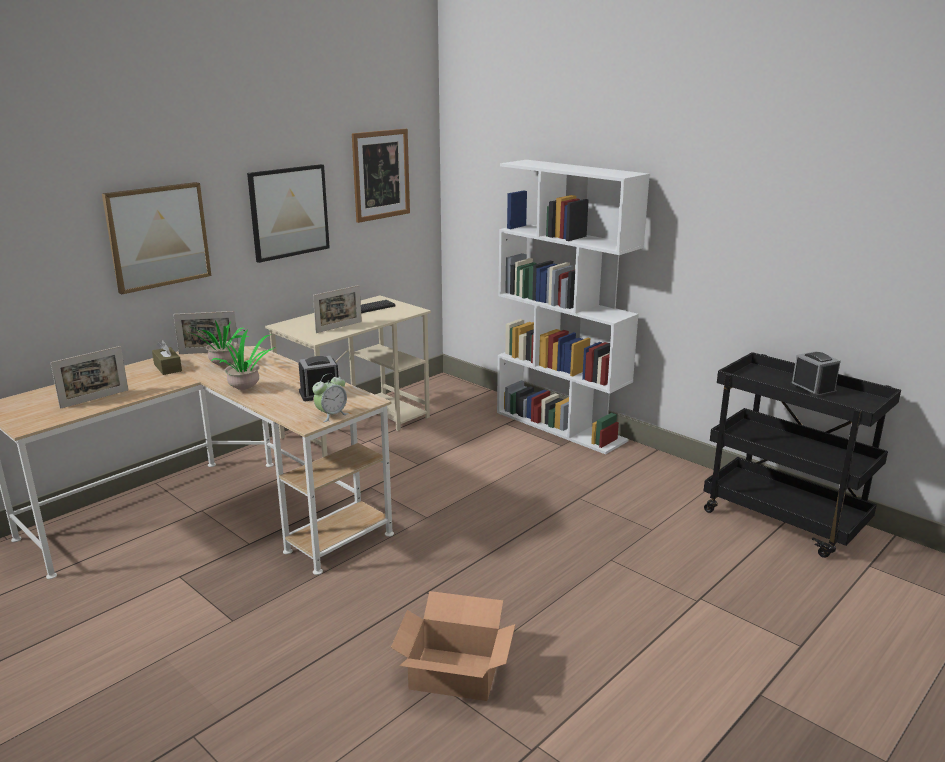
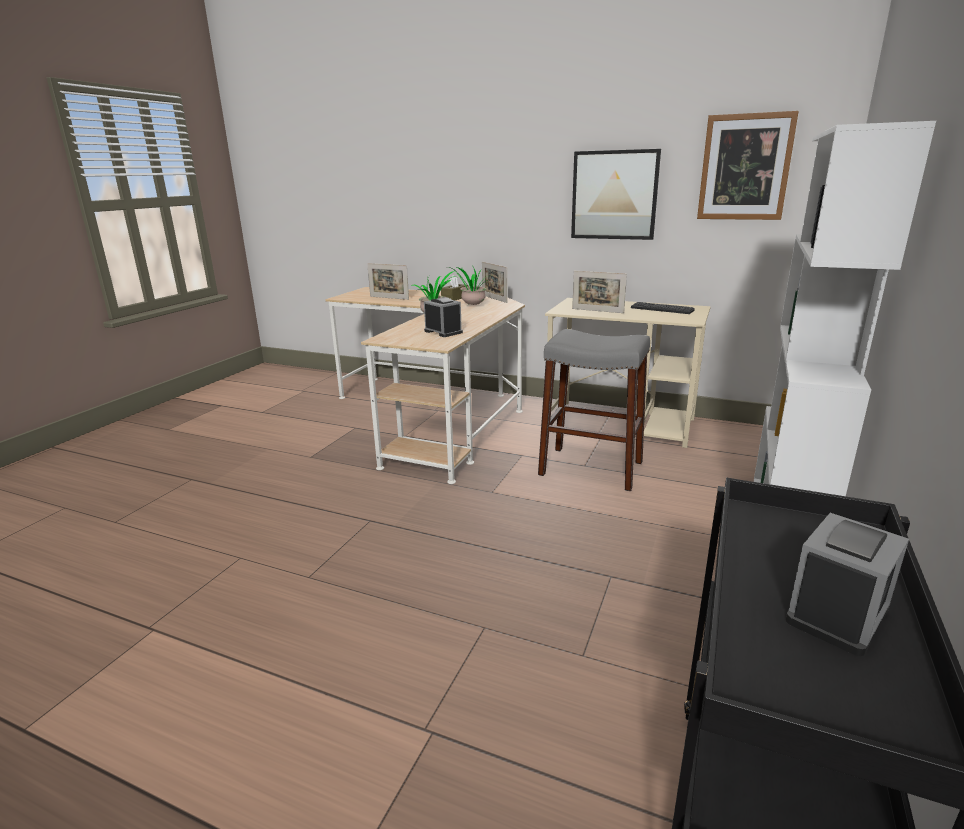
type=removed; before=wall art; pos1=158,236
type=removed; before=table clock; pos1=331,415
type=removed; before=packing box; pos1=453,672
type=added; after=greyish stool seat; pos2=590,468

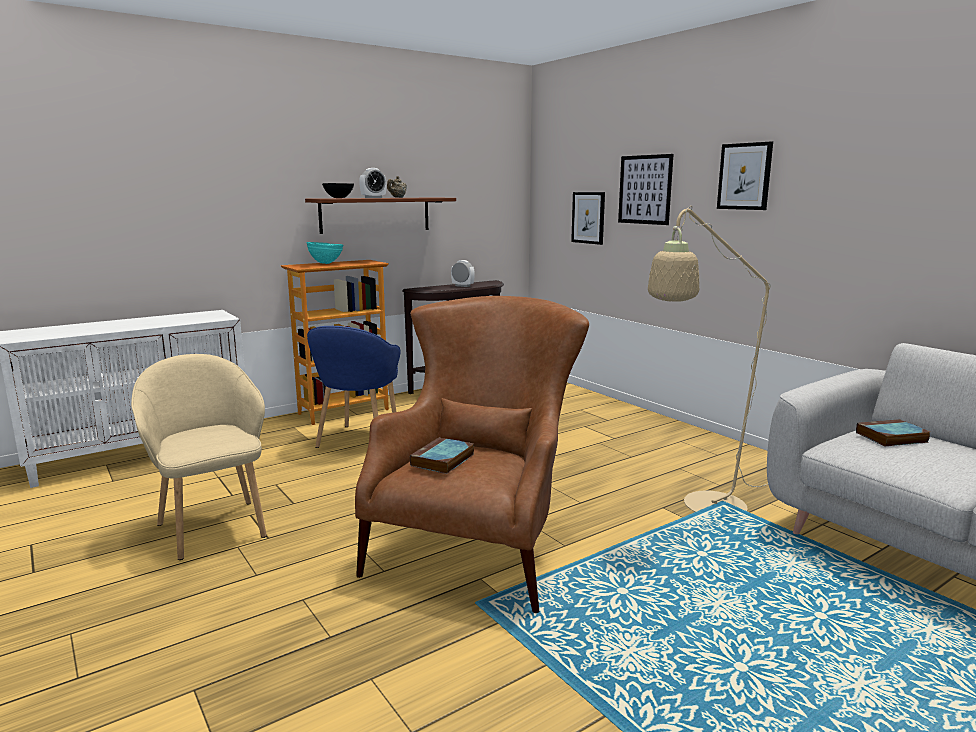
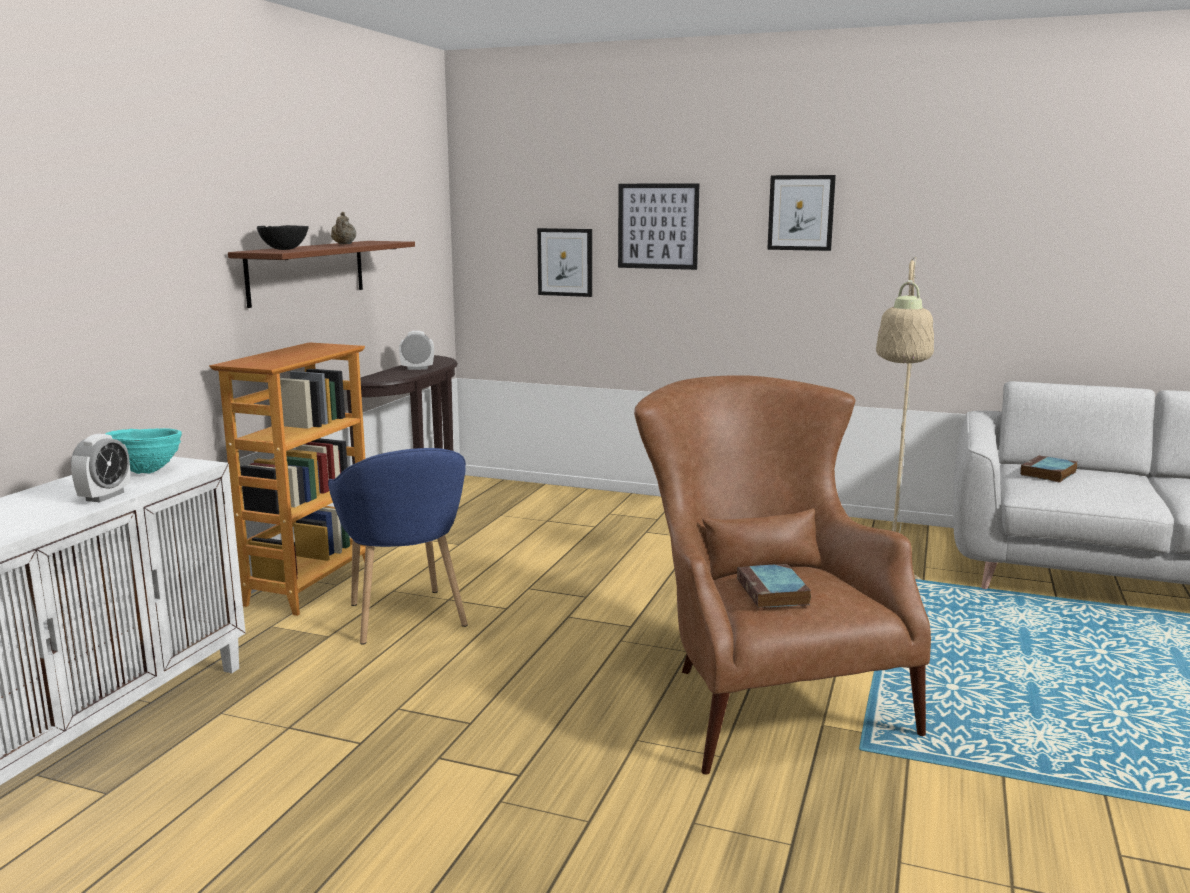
type=removed; before=beige-coloured easy chair; pos1=213,527
type=moved; before=turquoise deep dish; pos1=326,263; pos2=147,472
type=moved; before=table clock; pos1=373,198; pos2=105,496

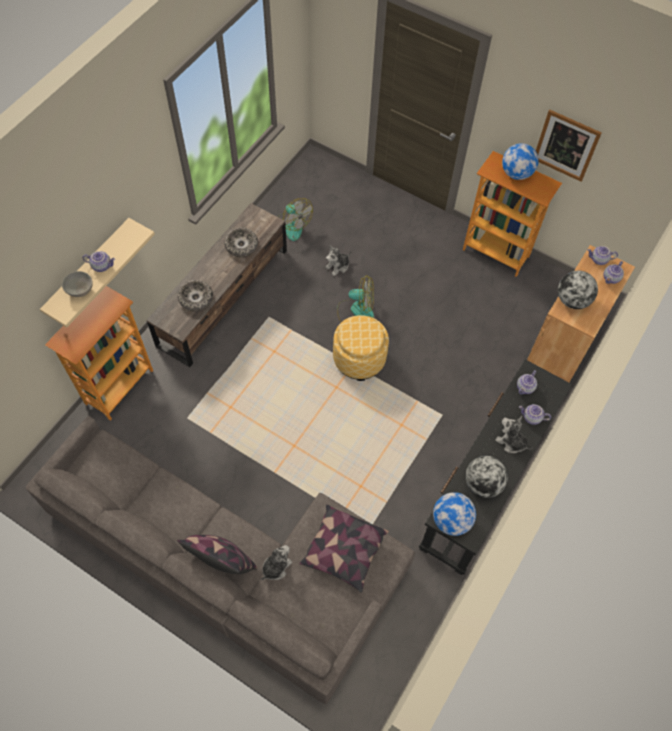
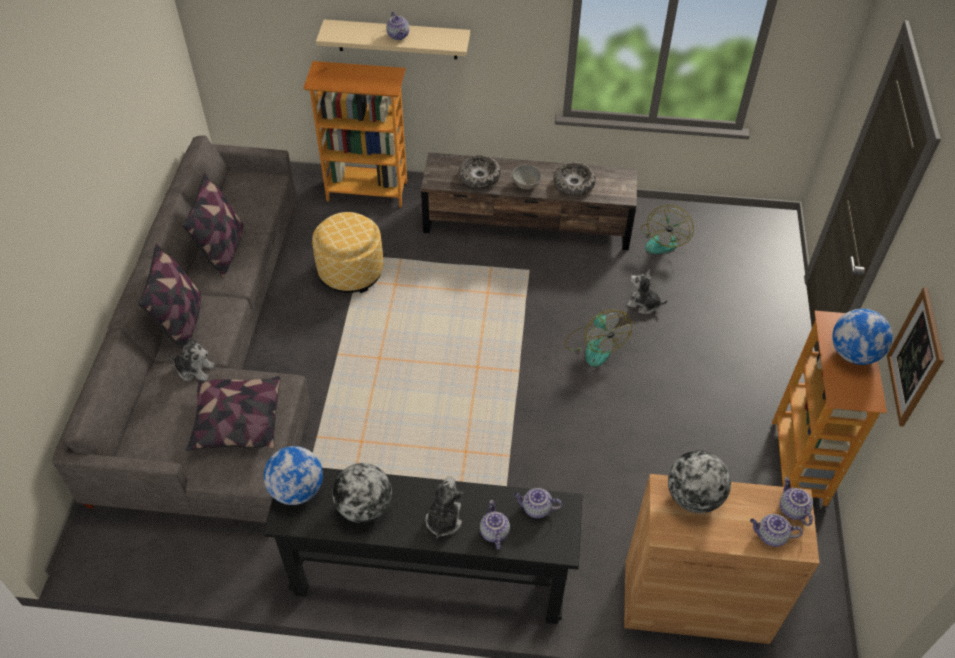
type=added; after=throw pillow; pos2=223,250
type=moved; before=greyish deep dish; pos1=80,290; pos2=526,184
type=moved; before=pouffe; pos1=359,359; pos2=351,271

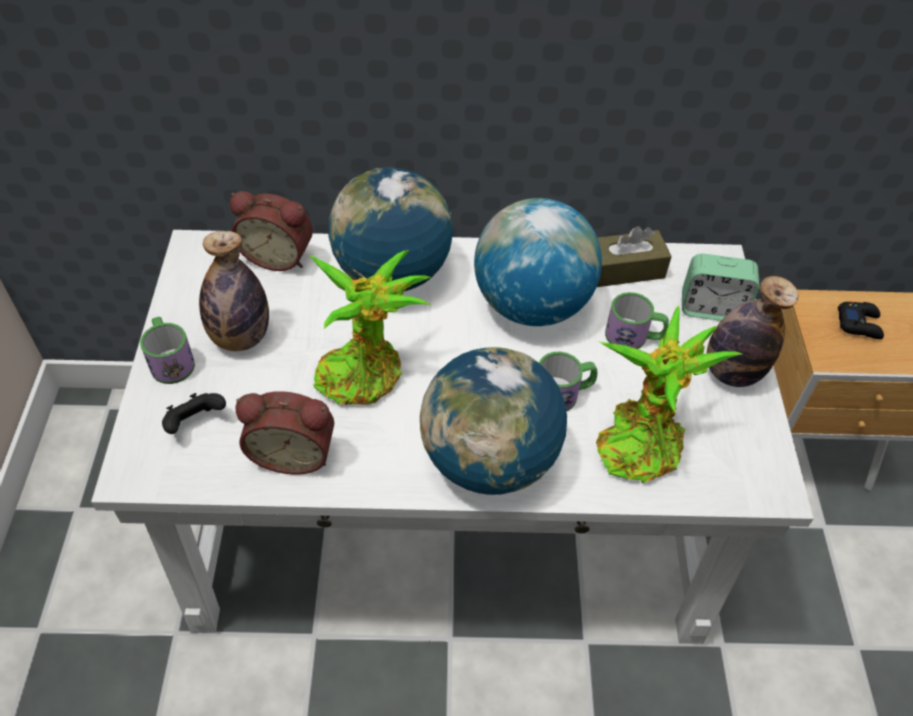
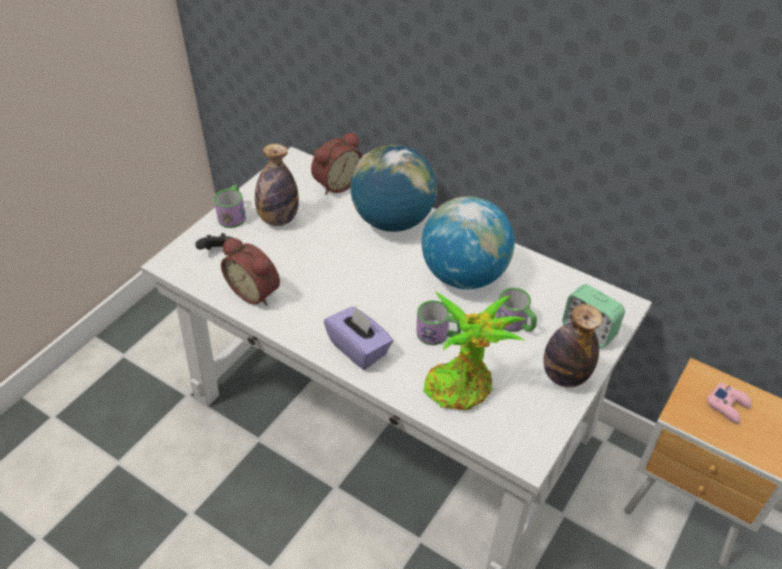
type=removed; before=houseplant; pos1=365,372
type=removed; before=brown-coloured tissue box; pos1=625,269
type=replaced; before=desk globe; after=purplish tissue box; pos1=489,460; pos2=359,348
type=recoloured; before=black gamepad; after=pink gamepad; pos1=859,324; pos2=728,405
type=turned; before=table clock; pos1=278,255; pos2=336,183; turn=-90

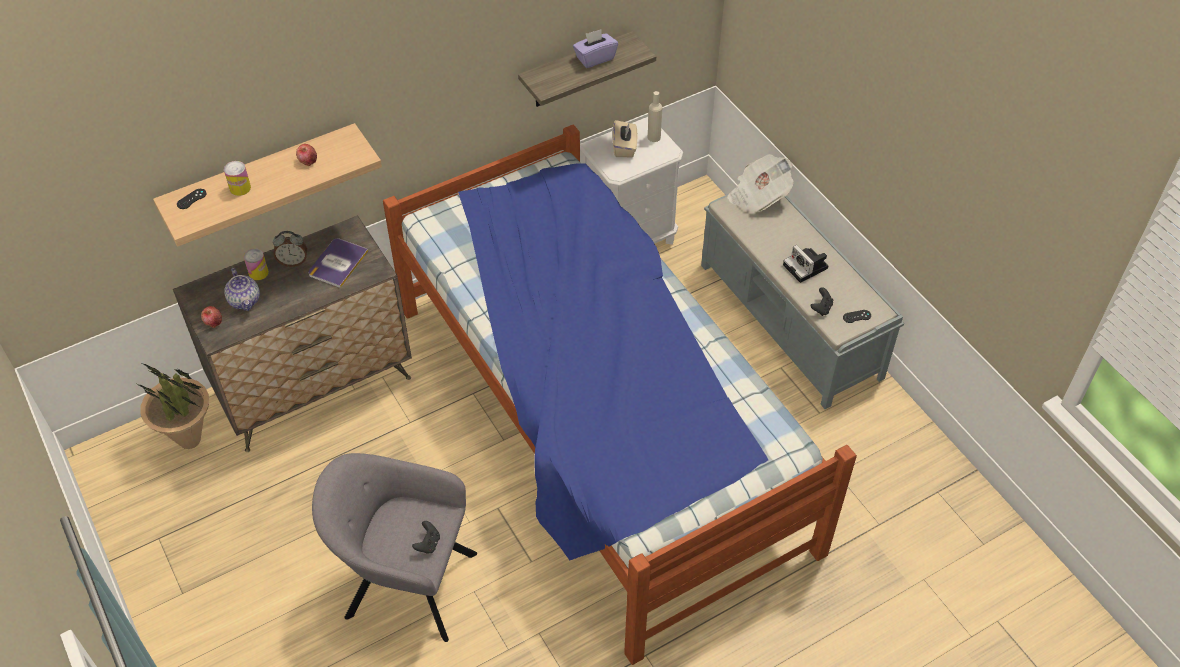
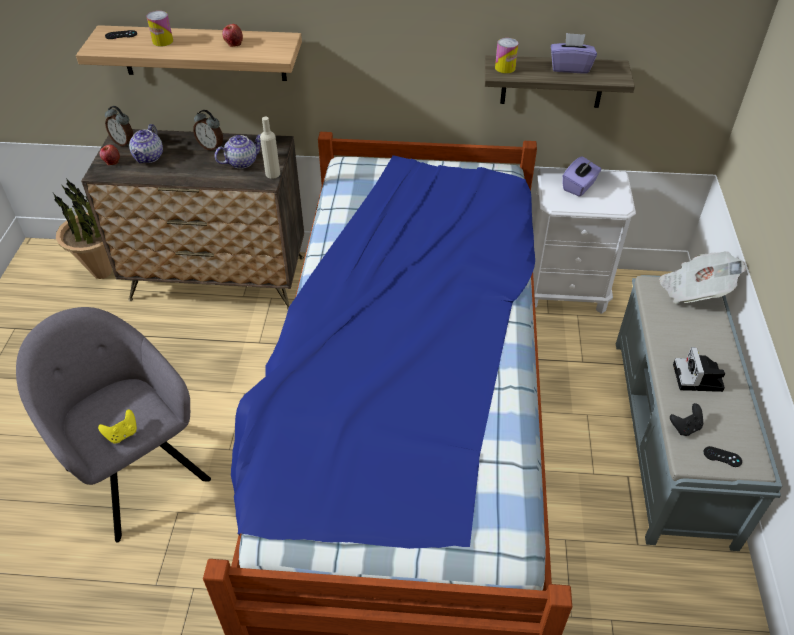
type=added; after=table clock; pos2=124,143
type=moved; before=sealed can; pos1=258,273; pos2=505,68
type=moved; before=beige-coloured beverage bottle; pos1=654,137; pos2=272,174
type=replaced; before=book; after=pot for tea; pos1=338,263; pos2=242,162
type=recoloured; before=black gamepad; after=yellowish gamepad; pos1=428,544; pos2=122,434
type=recoloured; before=beige-coloured tissue box; after=purplish tissue box; pos1=624,147; pos2=579,186

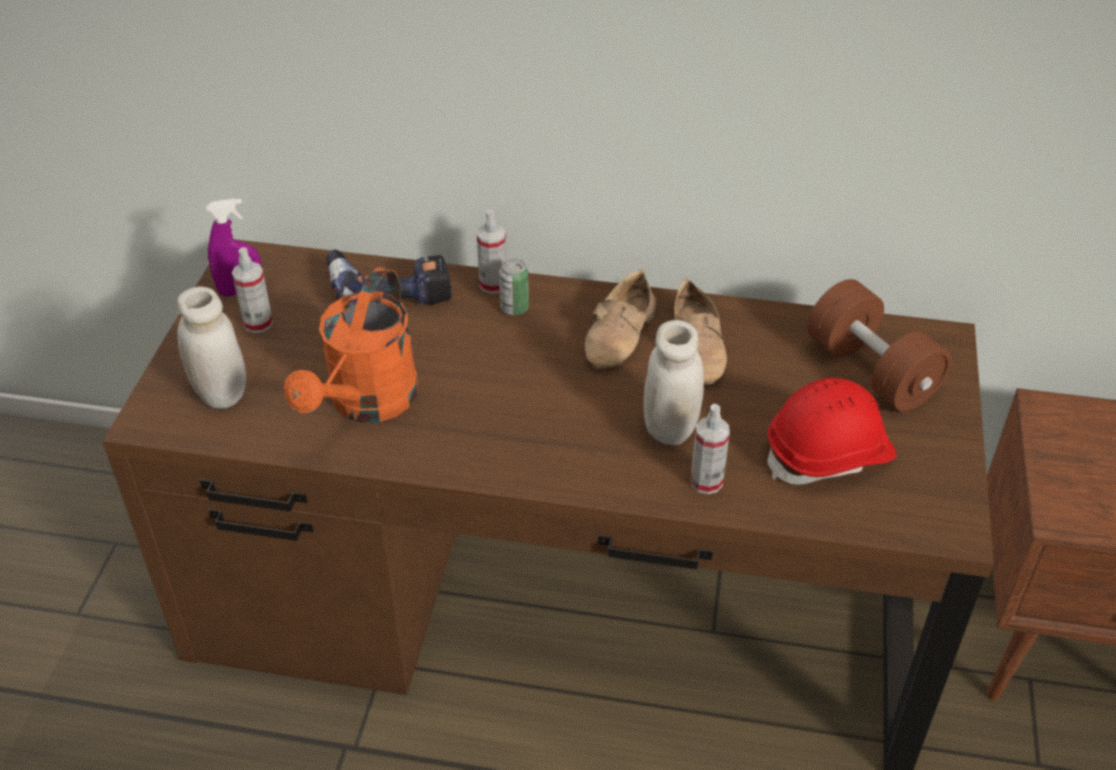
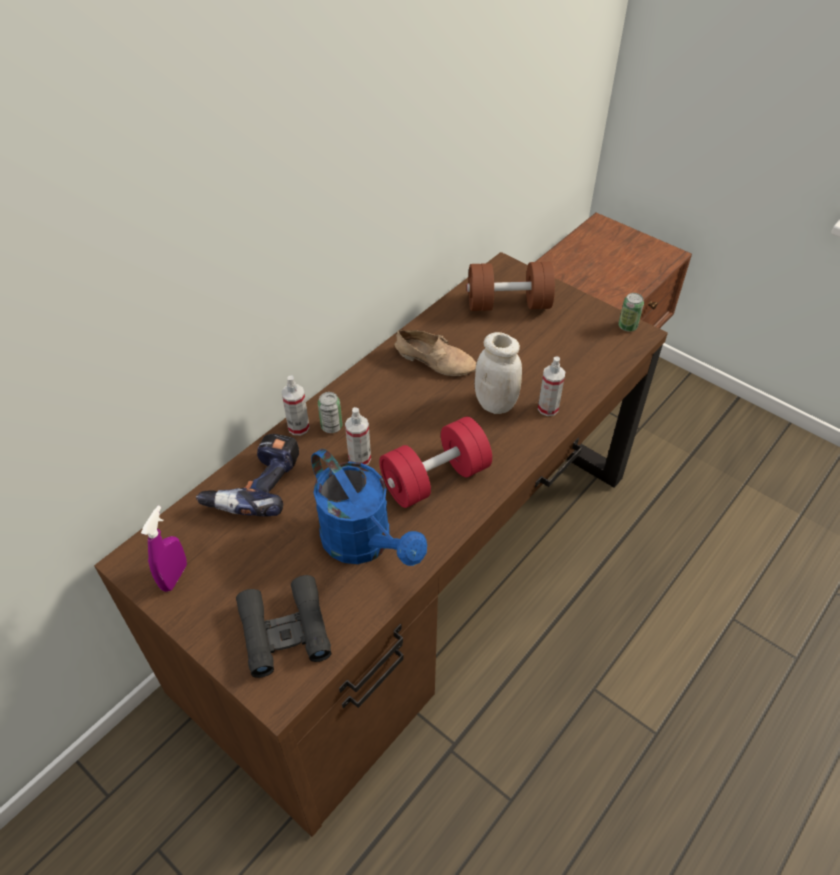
type=removed; before=beige-coloured shoe; pos1=622,334
type=removed; before=red-coloured hard hat; pos1=829,455
type=added; after=red-coloured free weight; pos2=435,479
type=added; after=sealed can; pos2=627,326
type=moved; before=hand sprayer; pos1=258,323; pos2=359,459
type=replaced; before=white jar; after=black binoculars; pos1=221,393; pos2=285,631
type=recoloured; before=orange watering pot; after=blue watering pot; pos1=366,404; pos2=364,544

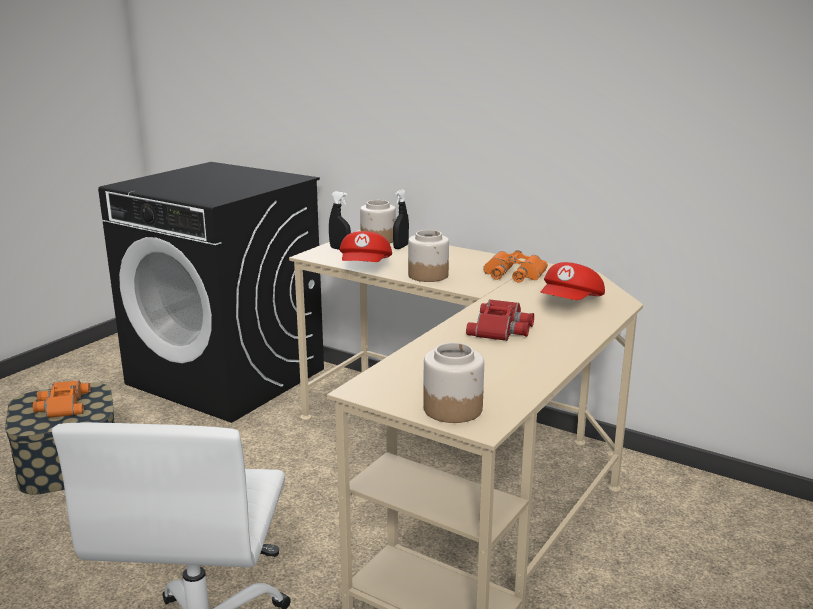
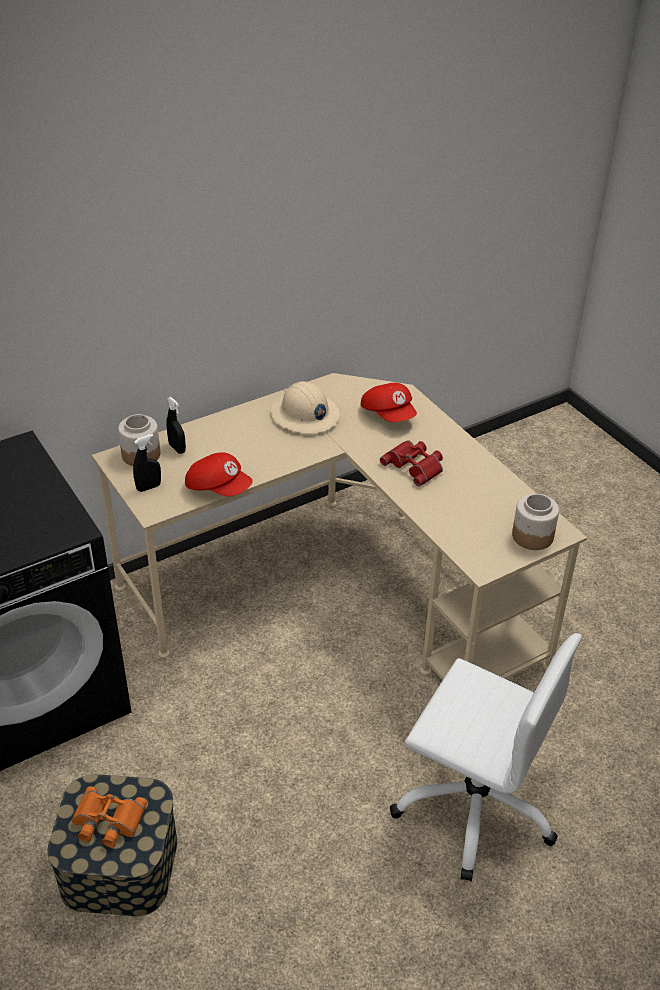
type=removed; before=jar; pos1=428,275
type=replaced; before=orange binoculars; after=beige-coloured hard hat; pos1=513,274; pos2=304,415

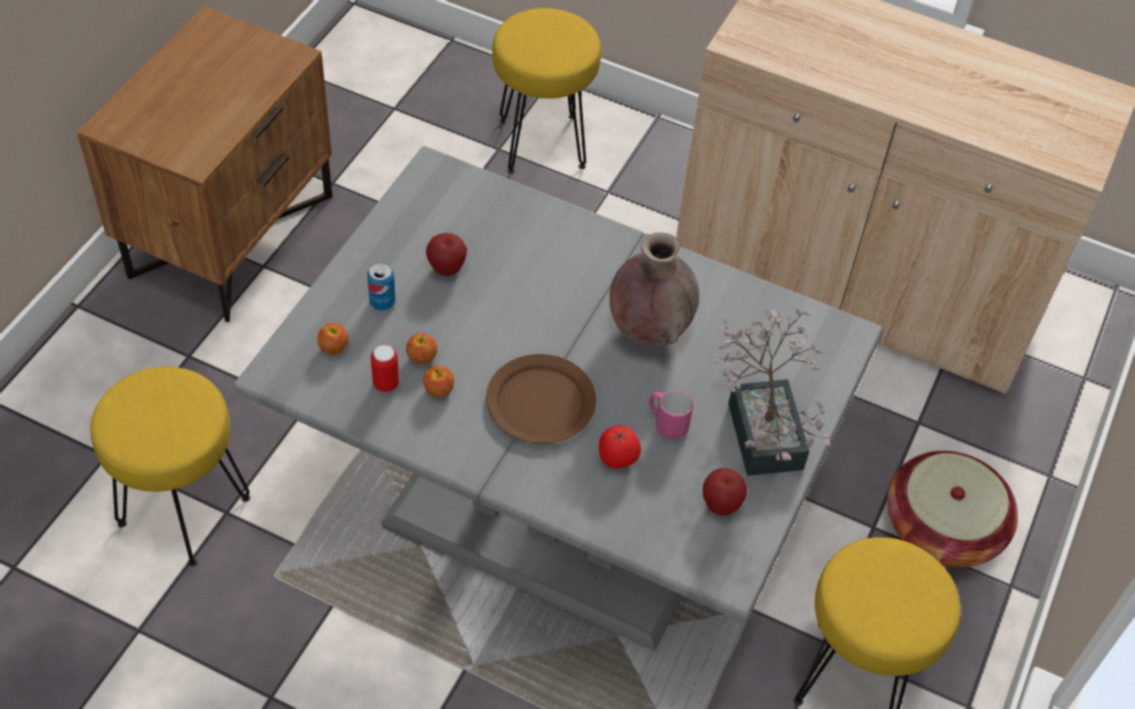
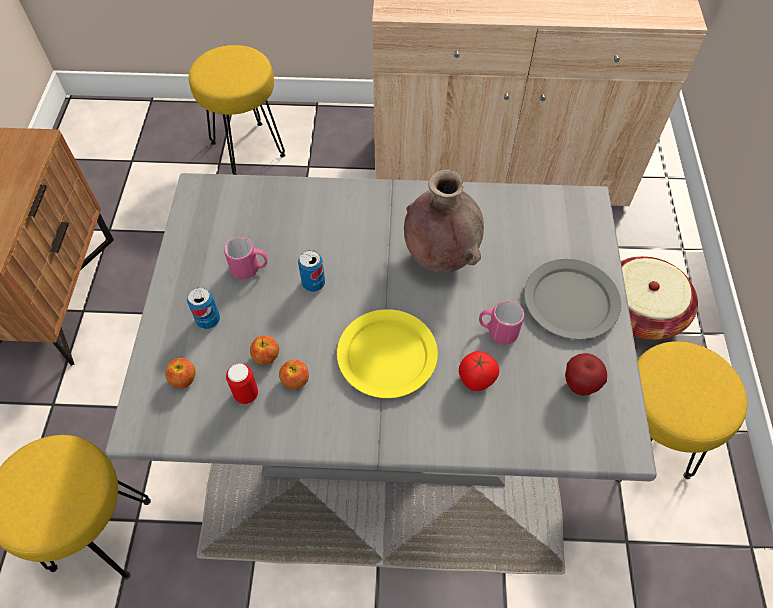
type=added; after=sealed can; pos2=313,283
type=replaced; before=apple; after=pink mug; pos1=447,269; pos2=250,269
type=replaced; before=houseplant; after=greyish plate; pos1=763,426; pos2=571,301
type=recoloured; before=brown-coloured plate; after=yellowish plate; pos1=540,403; pos2=387,356

